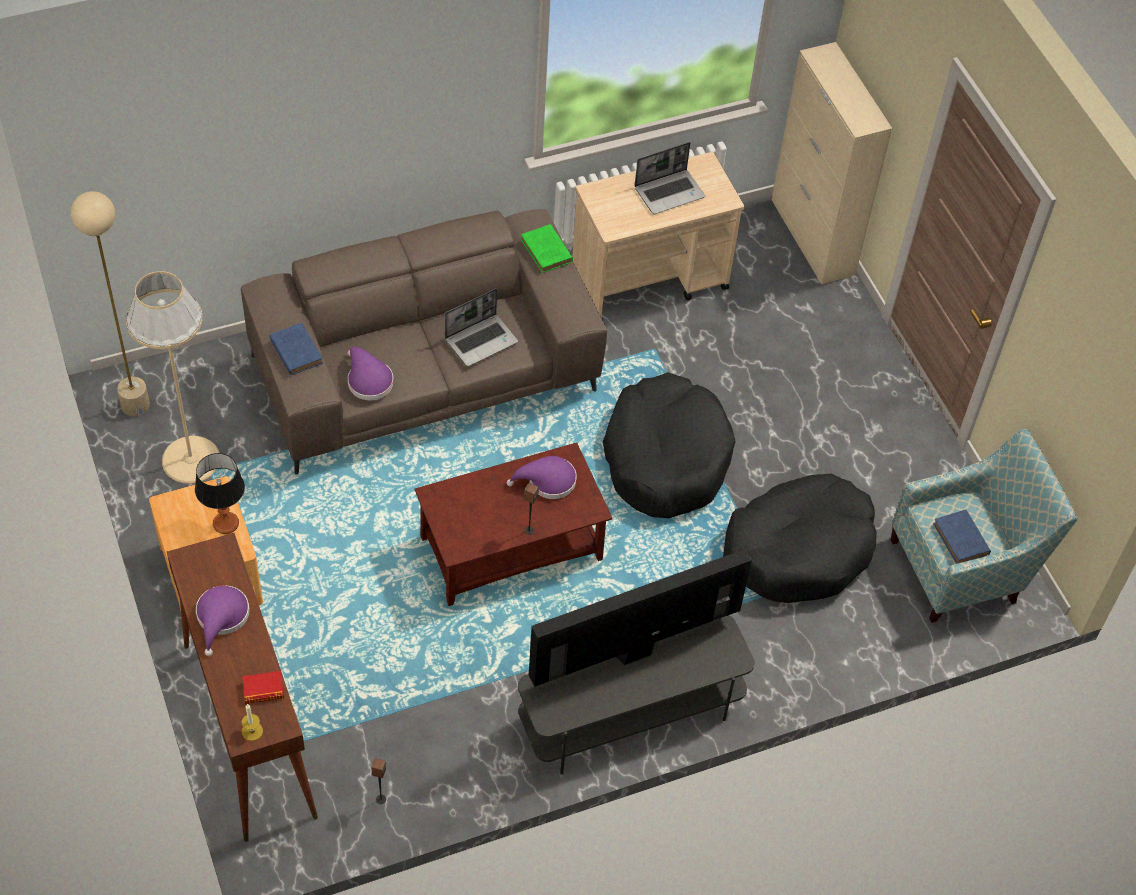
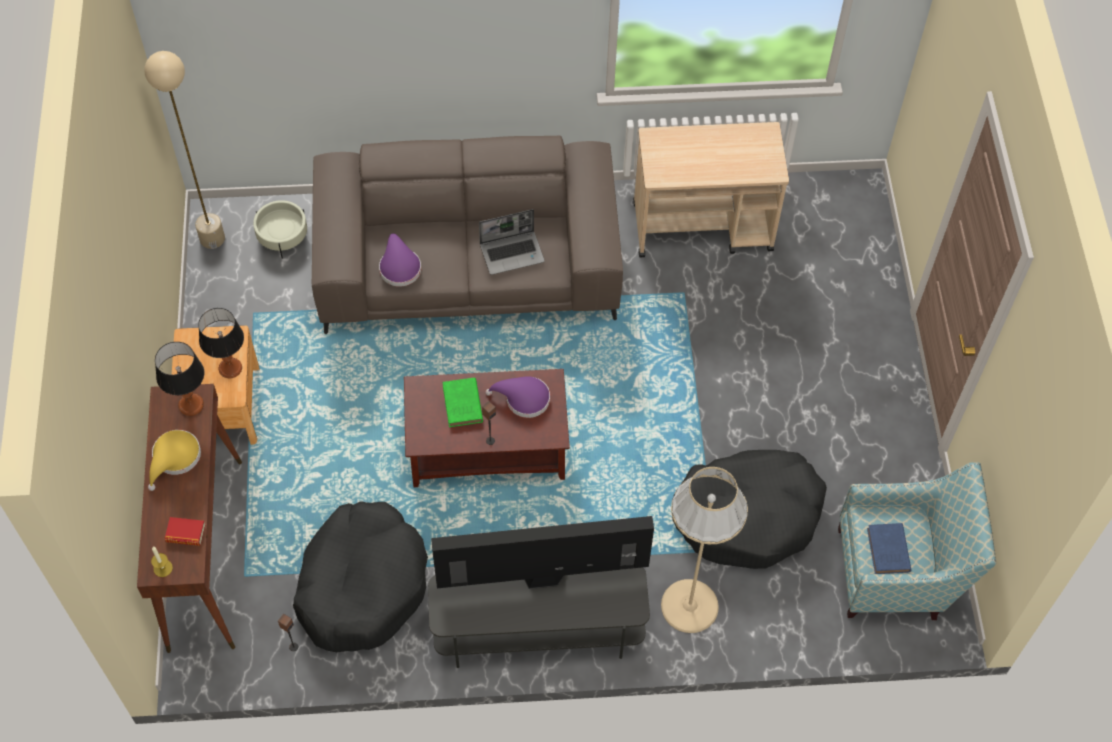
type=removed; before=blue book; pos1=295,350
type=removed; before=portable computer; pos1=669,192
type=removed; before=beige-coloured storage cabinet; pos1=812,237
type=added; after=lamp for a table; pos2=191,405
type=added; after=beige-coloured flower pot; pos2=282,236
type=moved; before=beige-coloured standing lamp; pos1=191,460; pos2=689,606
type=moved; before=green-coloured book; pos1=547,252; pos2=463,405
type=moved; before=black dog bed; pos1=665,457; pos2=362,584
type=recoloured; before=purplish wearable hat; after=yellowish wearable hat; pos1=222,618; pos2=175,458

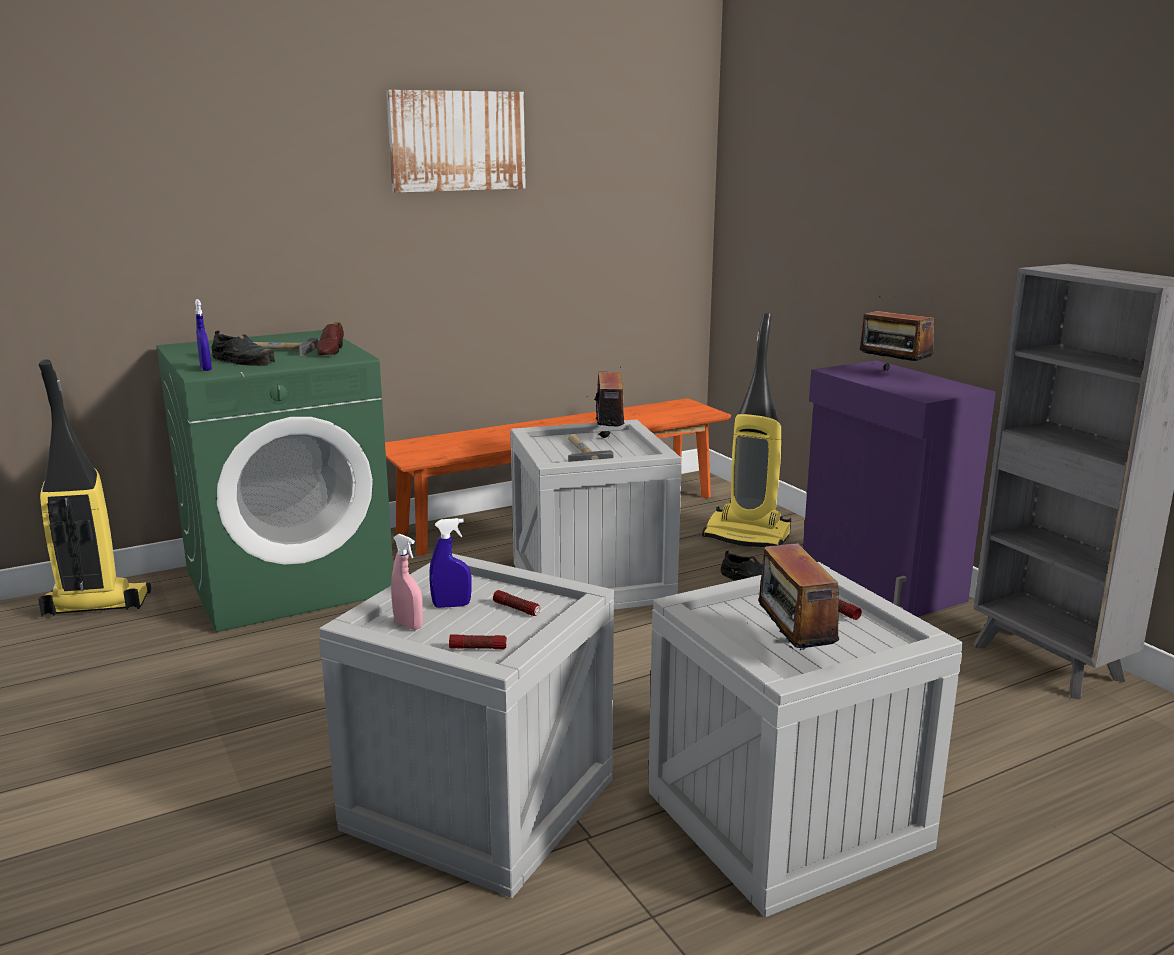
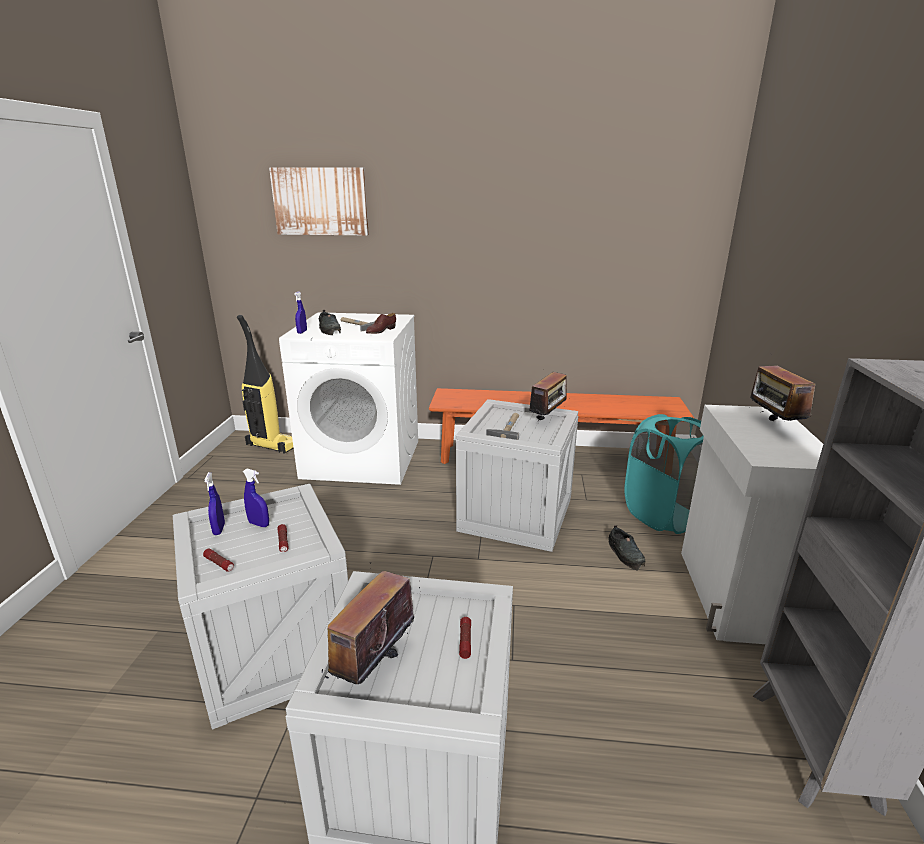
type=moved; before=wall art; pos1=457,141; pos2=320,201
type=replaced; before=hoover; after=turquoise hamper; pos1=748,536; pos2=664,515
type=recoloured; before=green-coloured laundry appliance; after=white laundry appliance; pos1=289,581; pos2=363,459
type=recoloured; before=pink hand sprayer; after=blue hand sprayer; pos1=408,625; pos2=219,529
type=recoloured; before=purplish storage cabinet; after=white storage cabinet; pos1=880,582; pos2=730,595

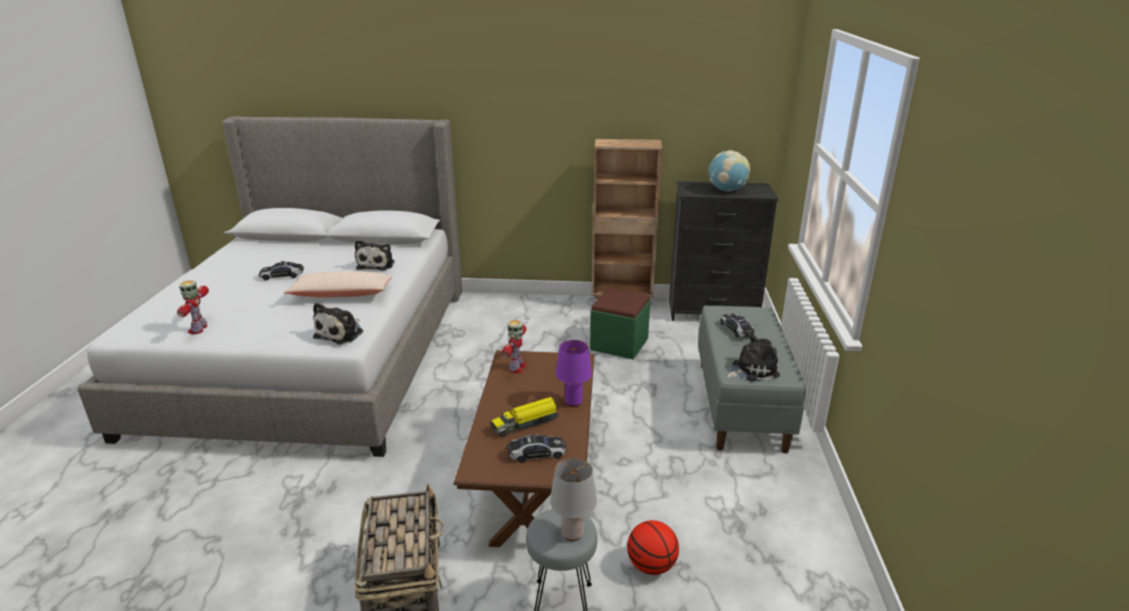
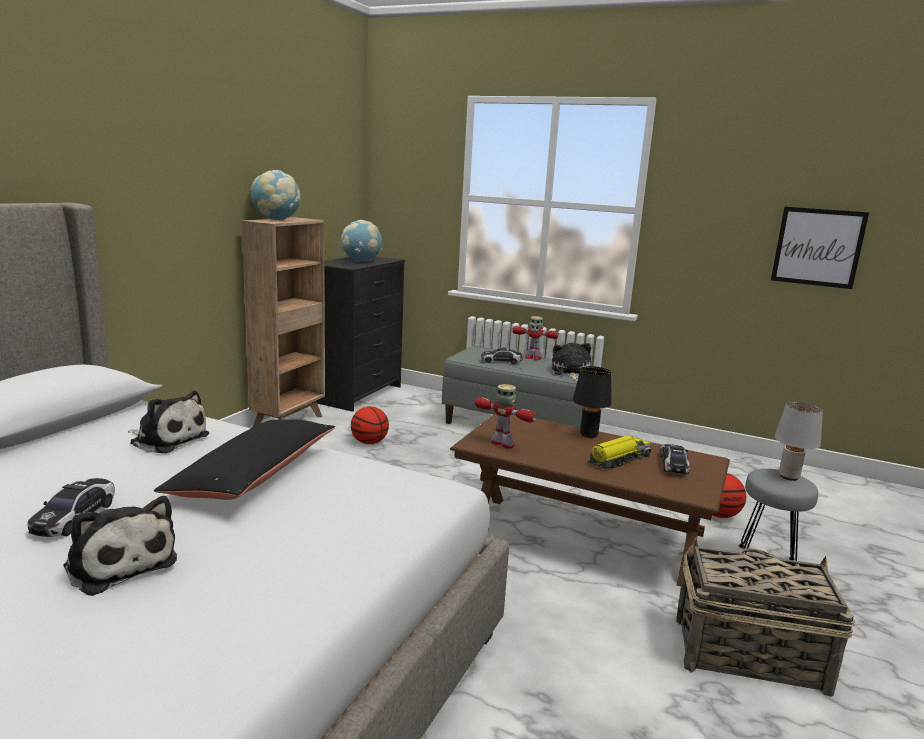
type=added; after=desk globe; pos2=276,220
type=added; after=wall art; pos2=818,247
type=moved; before=model robot; pos1=199,329; pos2=532,358
type=moved; before=plush toy; pos1=341,333; pos2=119,563
type=replaced; before=green-coloured pouffe; after=basketball ball; pos1=619,344; pos2=369,442
type=recoloured; before=beige-coloured throw pillow; after=black throw pillow; pos1=341,294; pos2=254,475
type=recoloured; before=purplish lamp for a table; after=black lamp for a table; pos1=573,402; pos2=588,435
type=turned; before=model truck; pos1=525,423; pos2=619,460; turn=-120

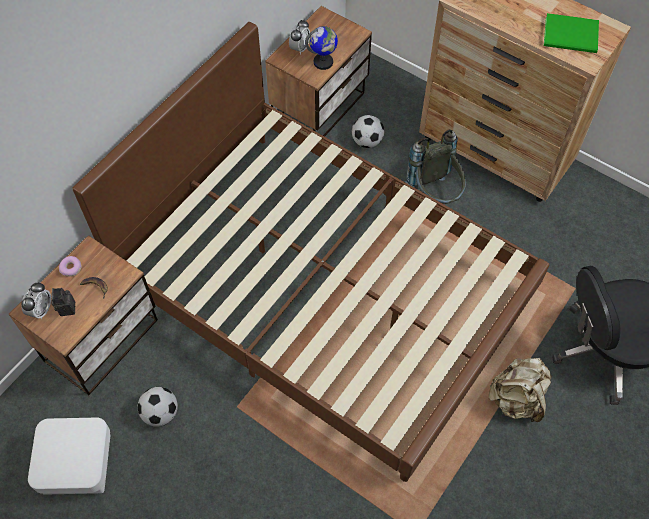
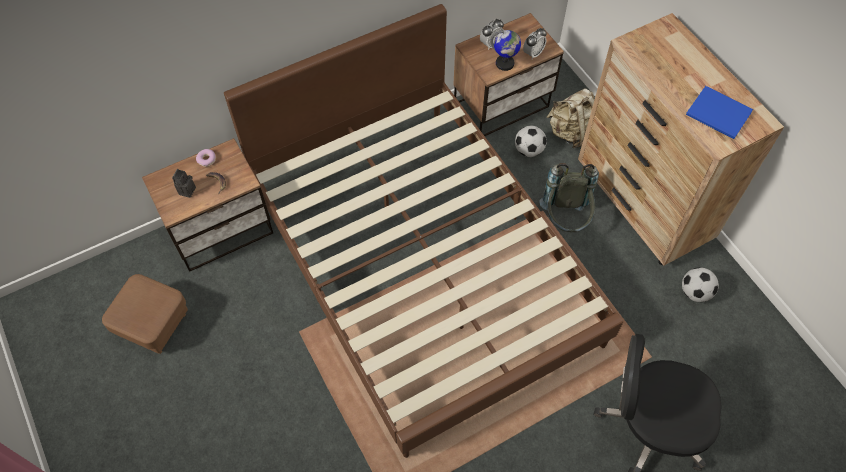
type=moved; before=table clock; pos1=41,310; pos2=533,53
type=moved; before=ball for football; pos1=160,413; pos2=695,292
type=moved; before=beige-coloured knapsack; pos1=517,399; pos2=570,132
type=recoloured; before=white pouffe; after=brown-coloured pouffe; pos1=79,466; pos2=154,325
type=recoloured; before=green-coloured book; after=blue book; pos1=572,36; pos2=719,115

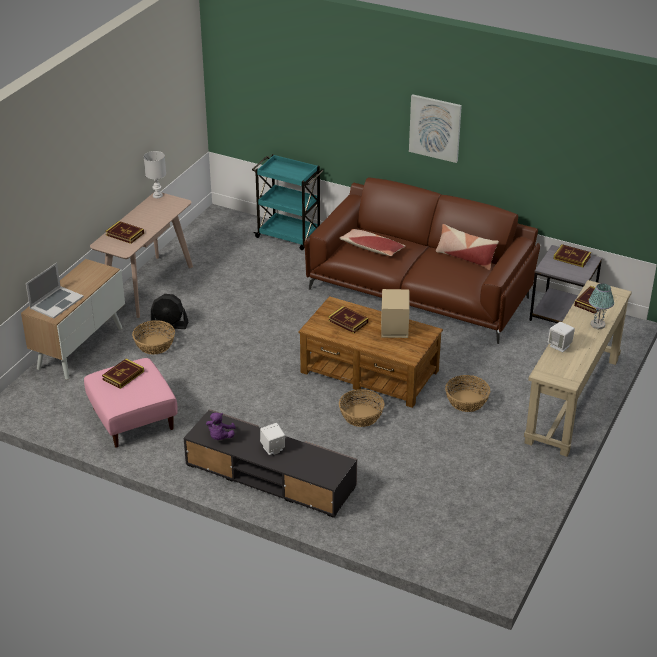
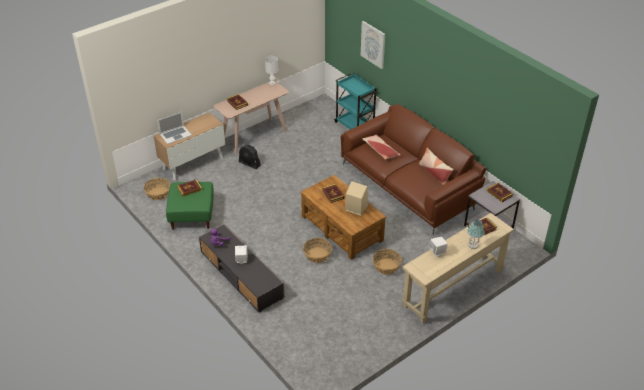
type=moved; before=storage basket; pos1=155,345; pos2=158,193
type=moved; before=wall art; pos1=435,128; pos2=373,44
type=recoloured; before=pink pouffe; after=green-coloured pouffe; pos1=132,419; pos2=191,215

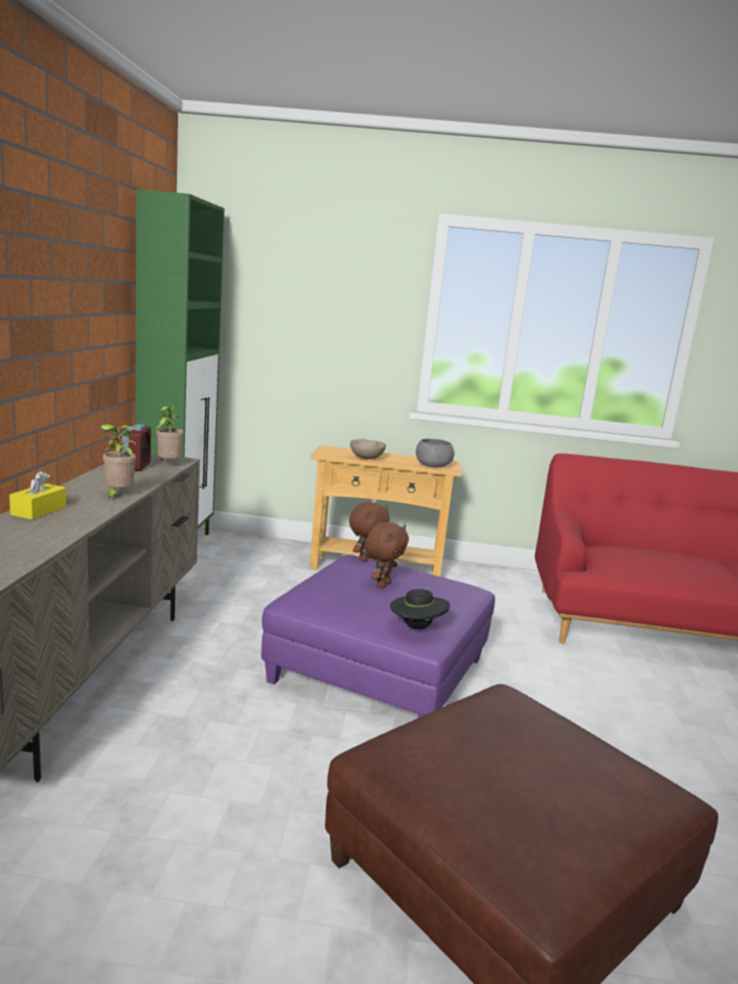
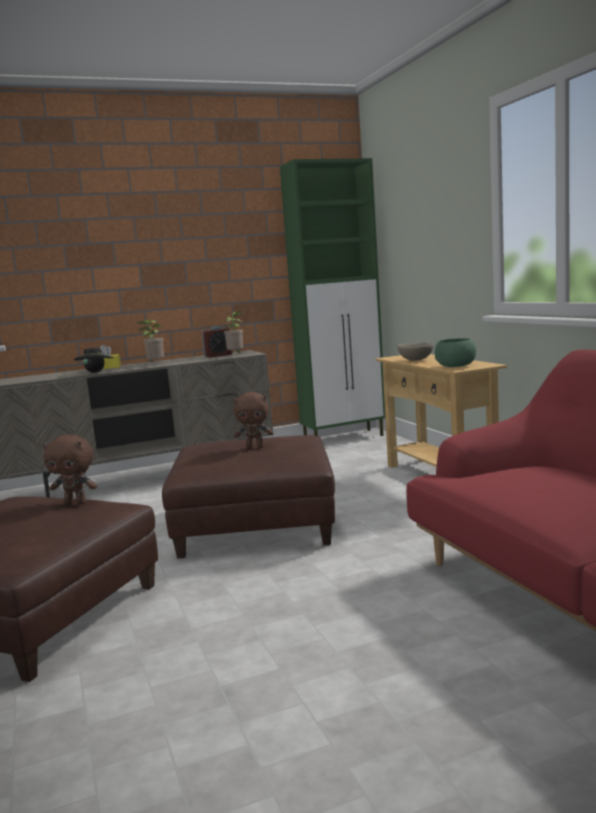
type=moved; before=brown-coloured plush toy; pos1=365,558; pos2=76,502
type=moved; before=black wearable hat; pos1=417,627; pos2=96,372
type=recoloured; before=purplish pouffe; after=brown-coloured pouffe; pos1=377,669; pos2=256,523
type=recoloured; before=greyish deep dish; after=green-coloured deep dish; pos1=432,465; pos2=455,366

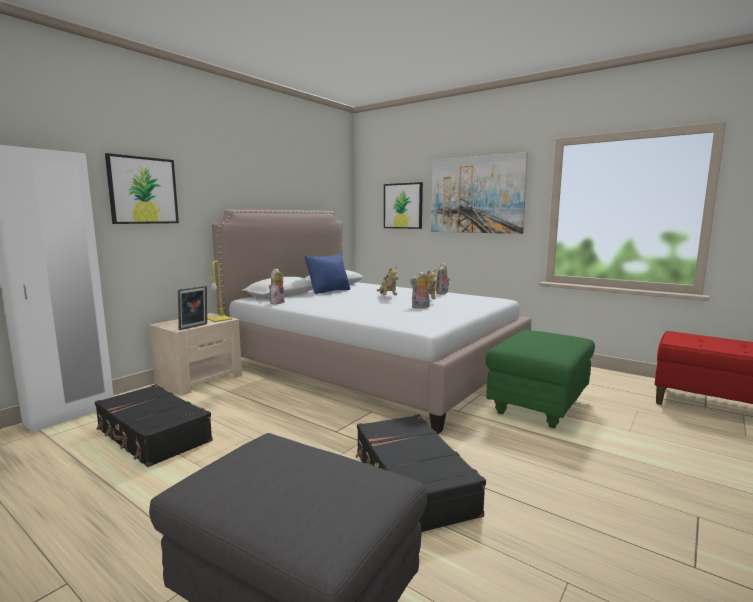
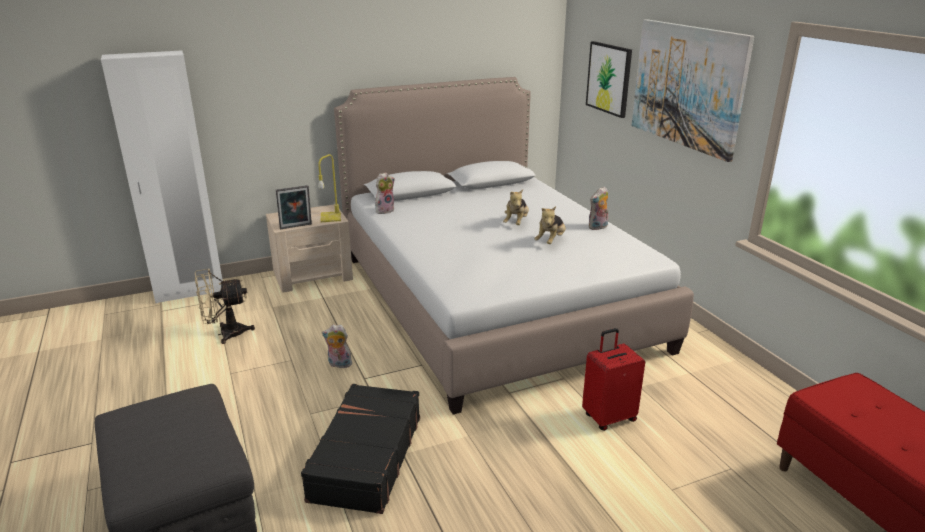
type=removed; before=wall art; pos1=143,190
type=removed; before=blue throw pillow; pos1=329,291
type=moved; before=plush toy; pos1=420,307; pos2=339,364
type=replaced; before=black travel case; after=beige-coloured fan; pos1=152,435; pos2=225,334
type=replaced; before=green-coloured pouffe; after=red-coloured travel case; pos1=537,406; pos2=608,417

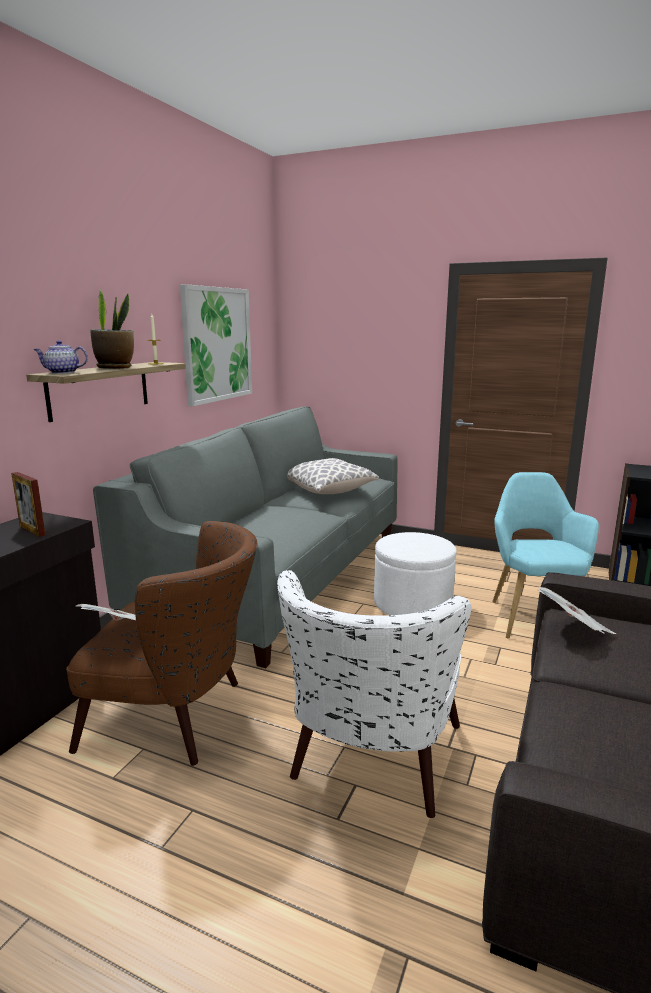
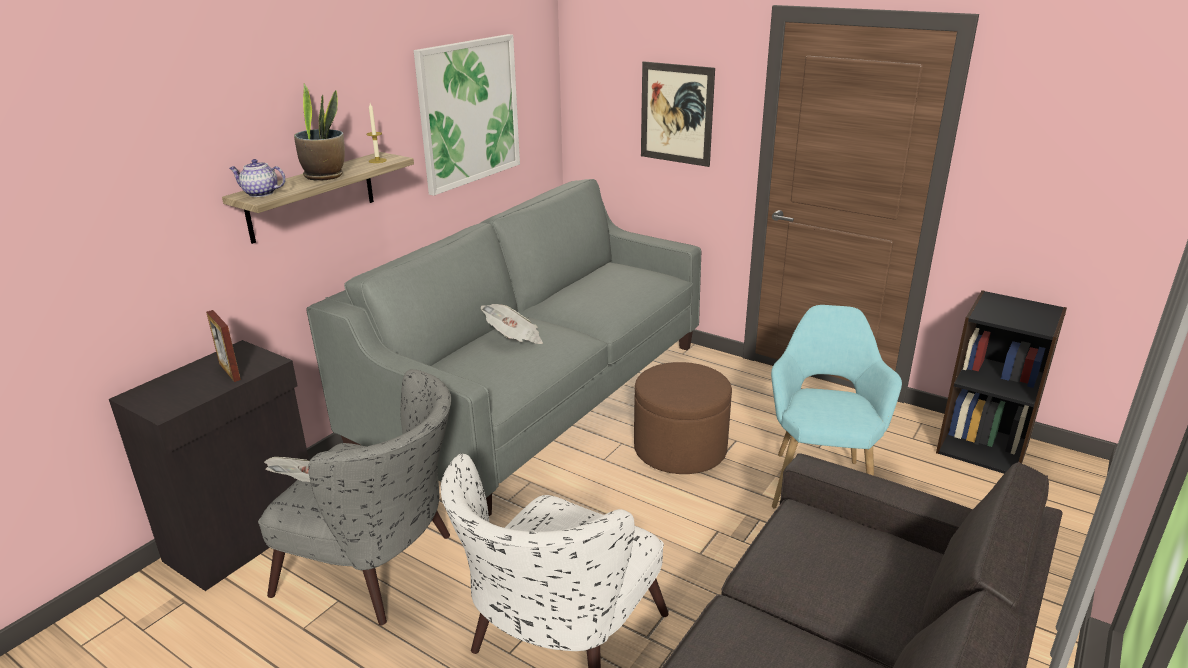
type=removed; before=throw pillow; pos1=329,491
type=added; after=wall art; pos2=676,114
type=moved; before=daily paper; pos1=573,629; pos2=514,339
type=recoloured; before=brown-coloured easy chair; after=greyish easy chair; pos1=179,717; pos2=381,569
type=recoloured; before=white pouffe; after=brown-coloured pouffe; pos1=412,604; pos2=680,449

